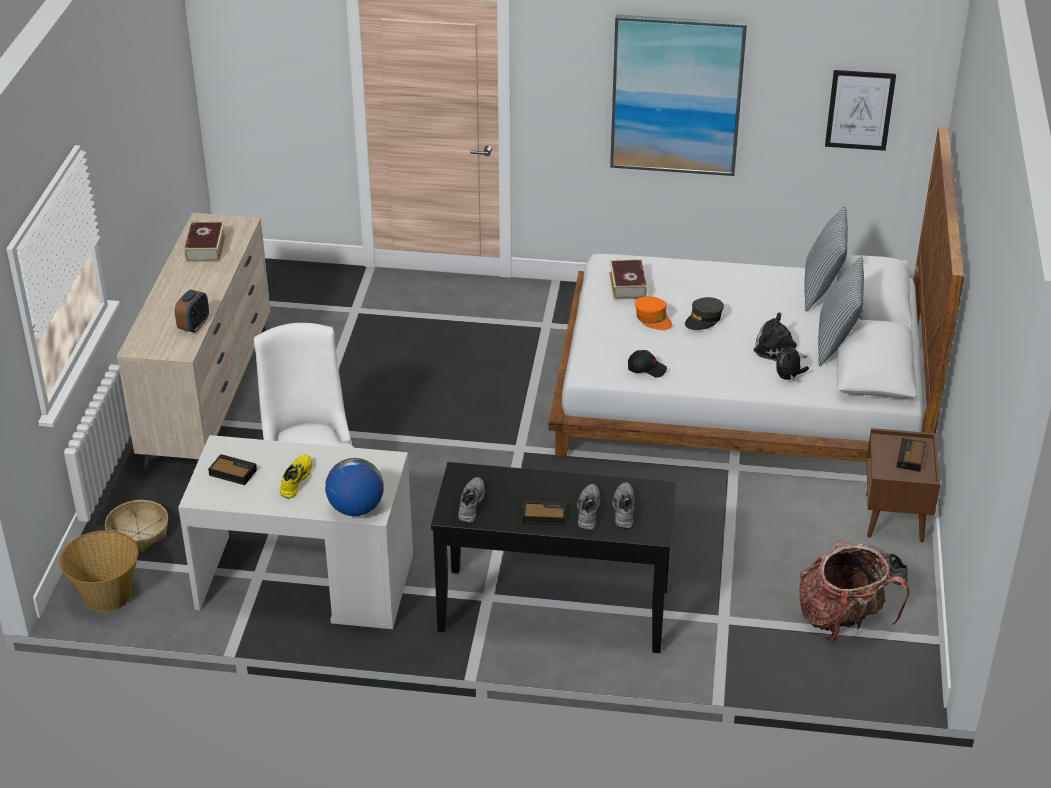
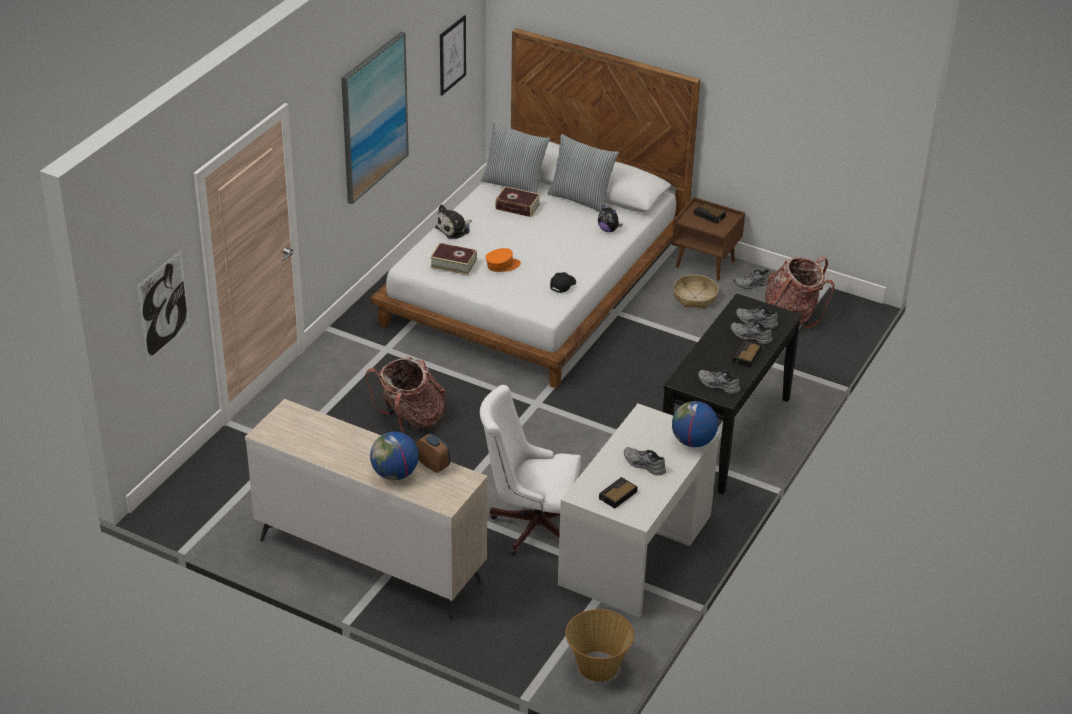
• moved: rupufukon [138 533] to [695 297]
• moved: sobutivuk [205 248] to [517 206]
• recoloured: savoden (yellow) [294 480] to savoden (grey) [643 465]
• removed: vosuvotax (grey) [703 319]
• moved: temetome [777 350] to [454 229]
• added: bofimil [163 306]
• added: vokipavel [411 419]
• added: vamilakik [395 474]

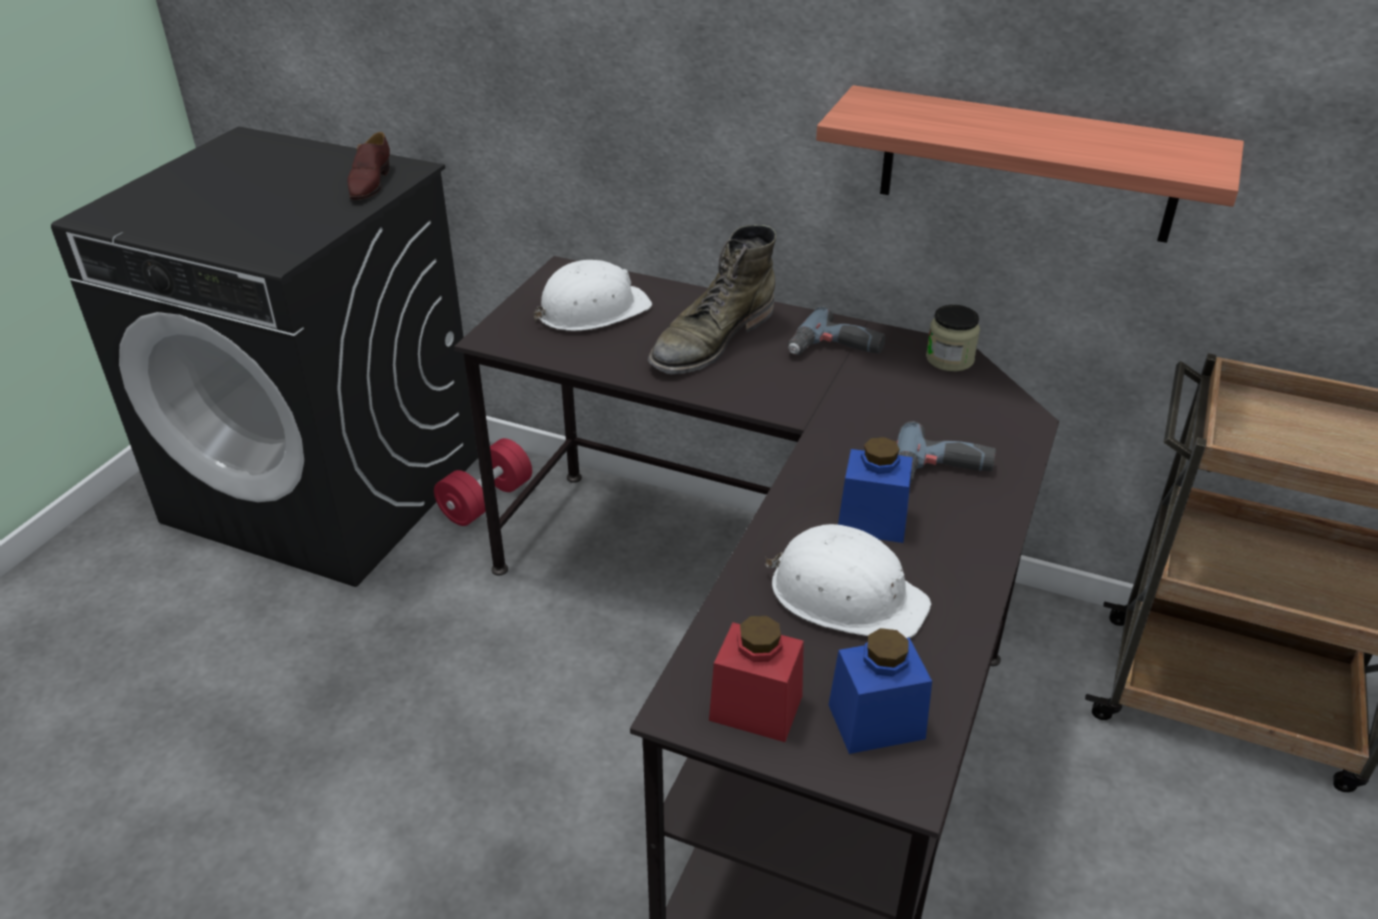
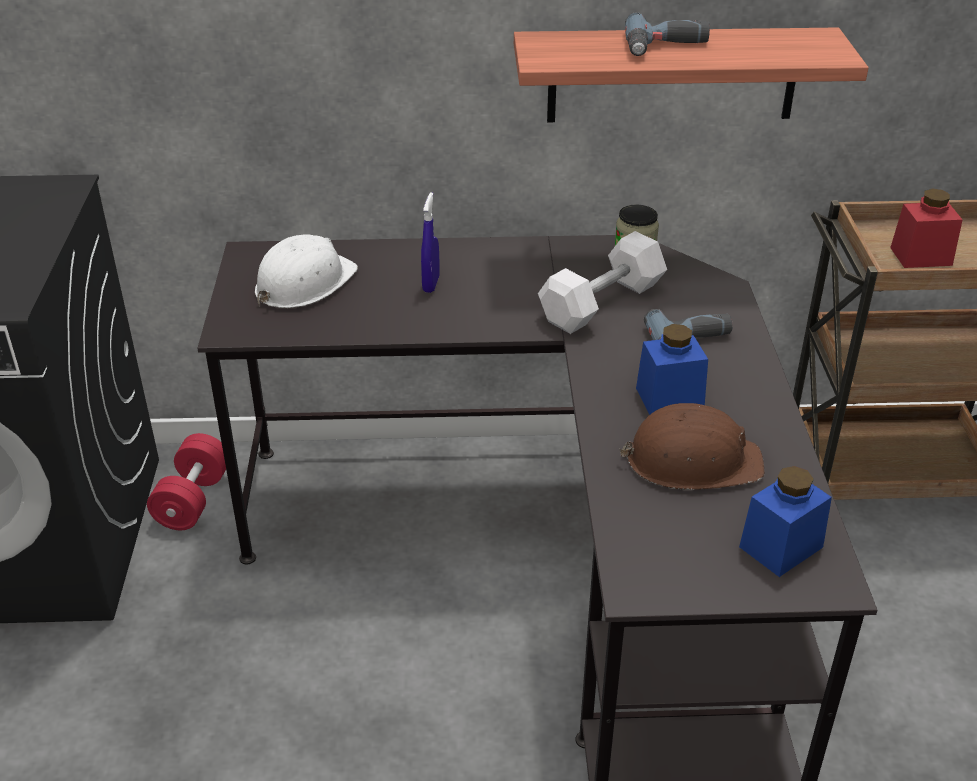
• removed: savoden (brown) [369 183]
• replaced: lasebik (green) [711 340] to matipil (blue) [431 284]
• moved: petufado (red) [756 708] to [921 256]
• recoloured: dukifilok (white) [846 595] to dukifilok (brown) [692 461]
• moved: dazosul [835 349] to [666 47]
• added: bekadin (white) [602 303]

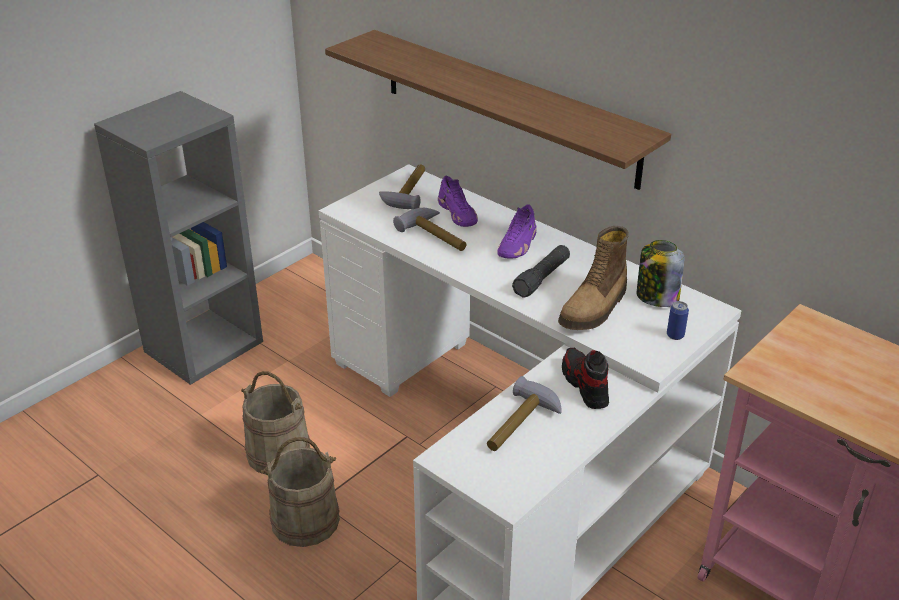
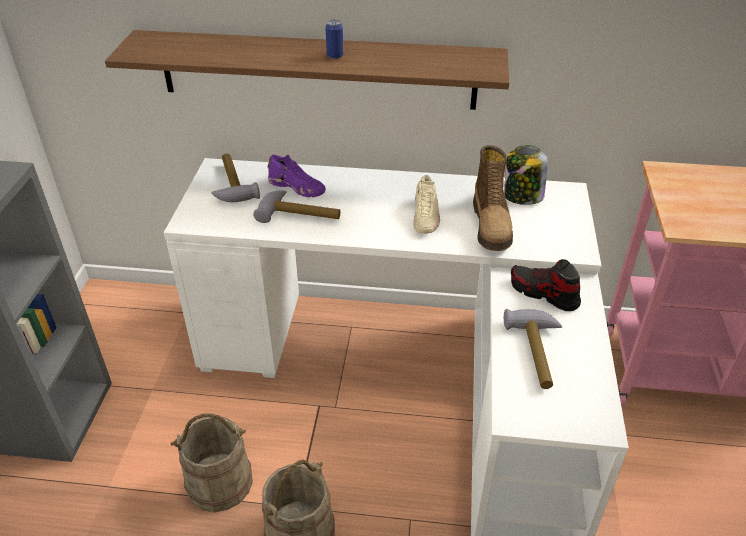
• removed: savoden (purple) [518 245]
• replaced: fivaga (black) [542 278] to savoden (beige) [426 216]
• moved: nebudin [675 335] to [335 56]

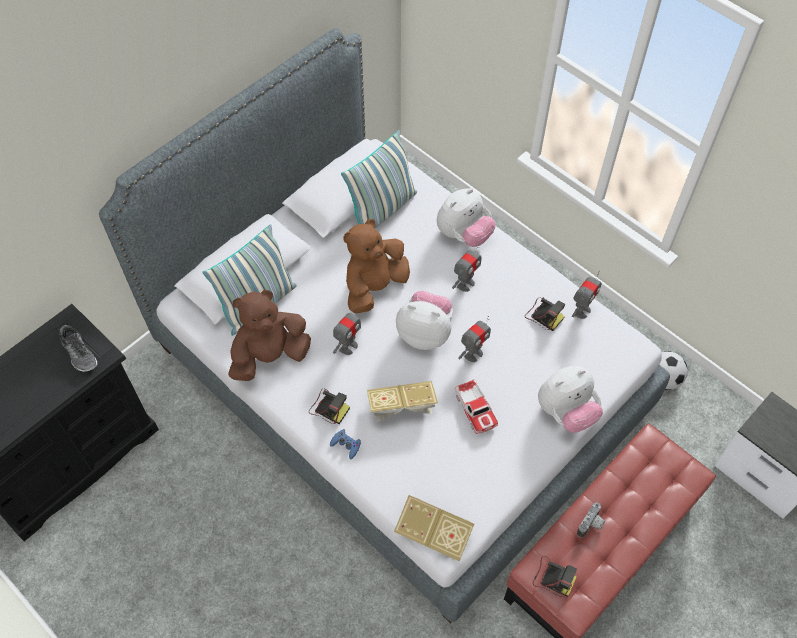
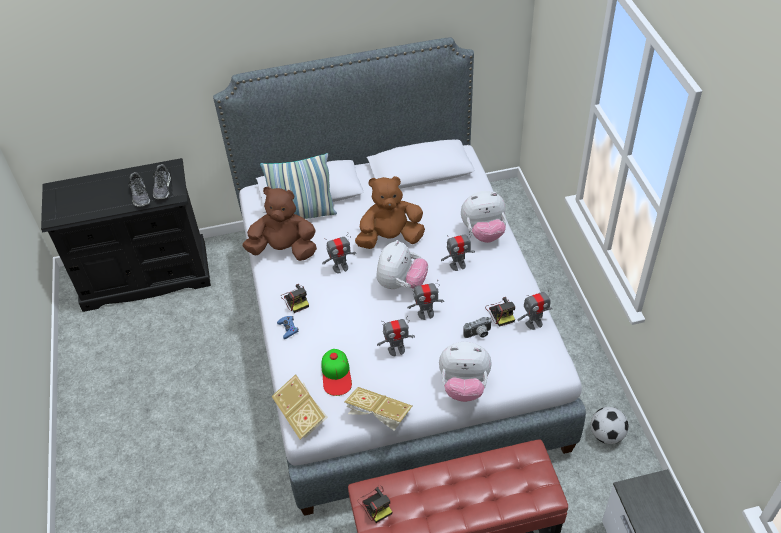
• removed: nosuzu [382 209]
• moved: sobutivuk [402 407] to [378 415]
• turned: temetome [425 333] = [401 283] 60 degrees clockwise
• replaced: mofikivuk [475 409] to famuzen [396 350]
• moved: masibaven [591 525] to [478 334]
• added: savoden [140 195]
• added: vosuvotax [336 374]

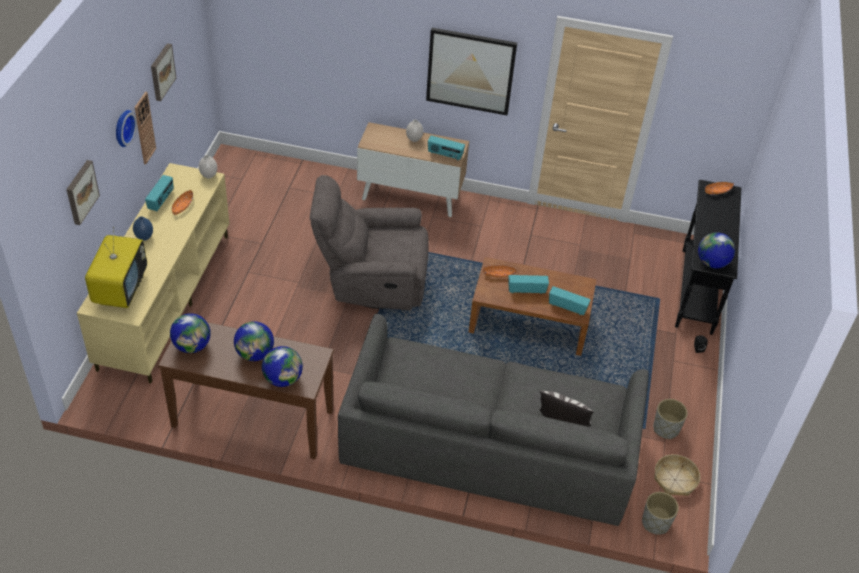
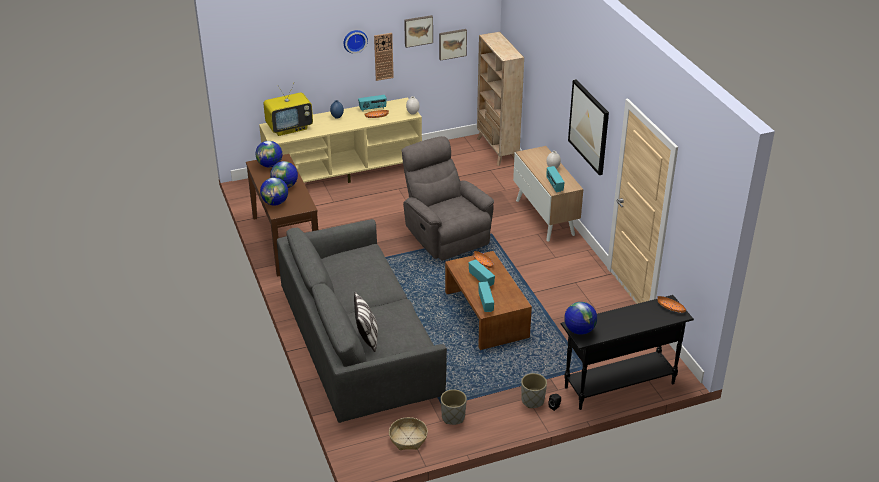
• moved: bofimil [80 192] to [452 43]
• moved: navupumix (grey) [655 523] to [532 400]
• added: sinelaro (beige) [497 150]

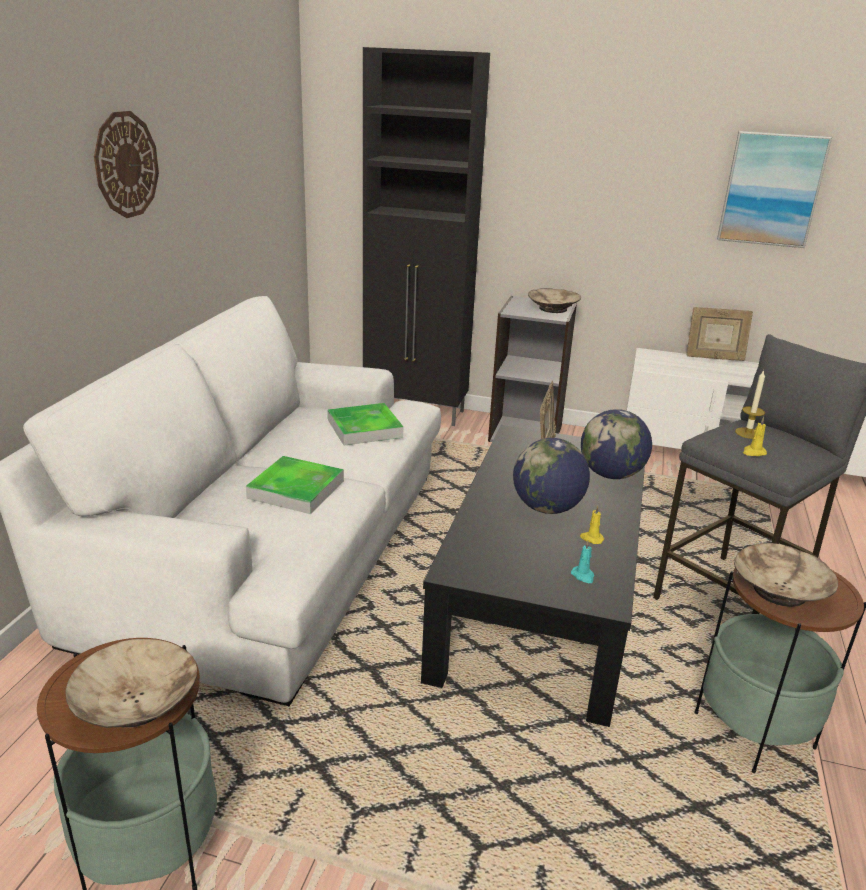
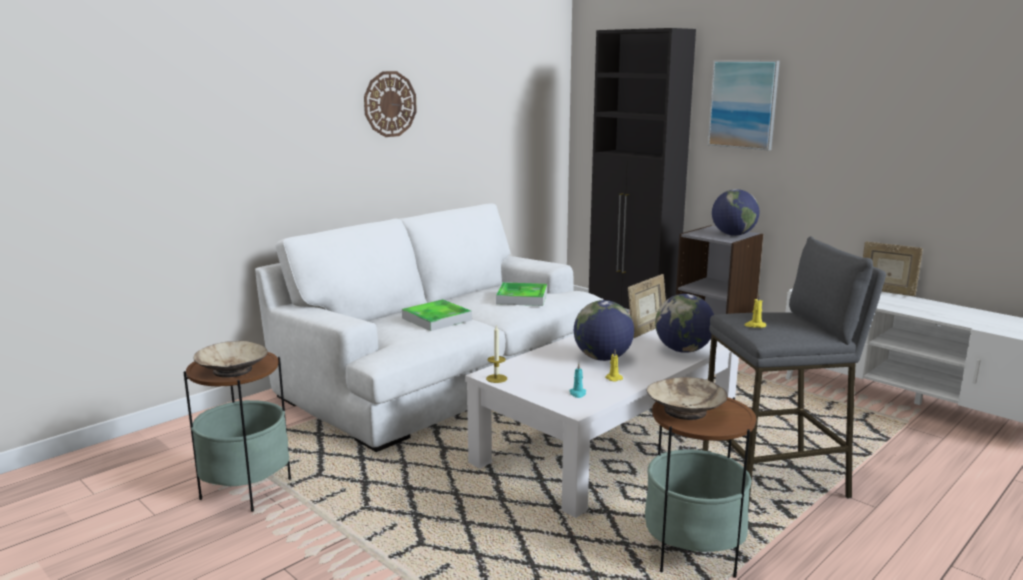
• recoloured: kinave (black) [541 596] to kinave (white) [608 441]
• replaced: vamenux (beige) [552 308] to vamilakik [733 235]
• moved: bofimil [771 189] to [743 104]
• moved: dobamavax [748 433] to [496 378]

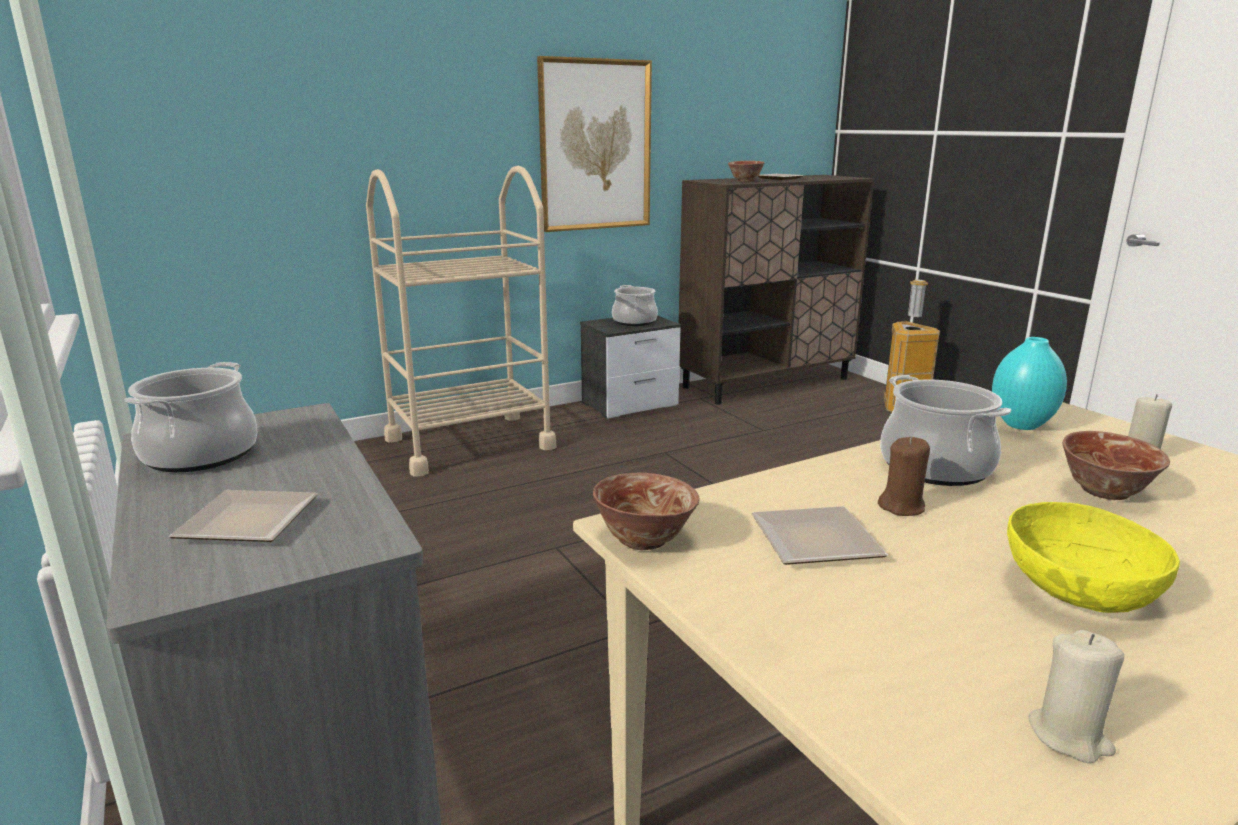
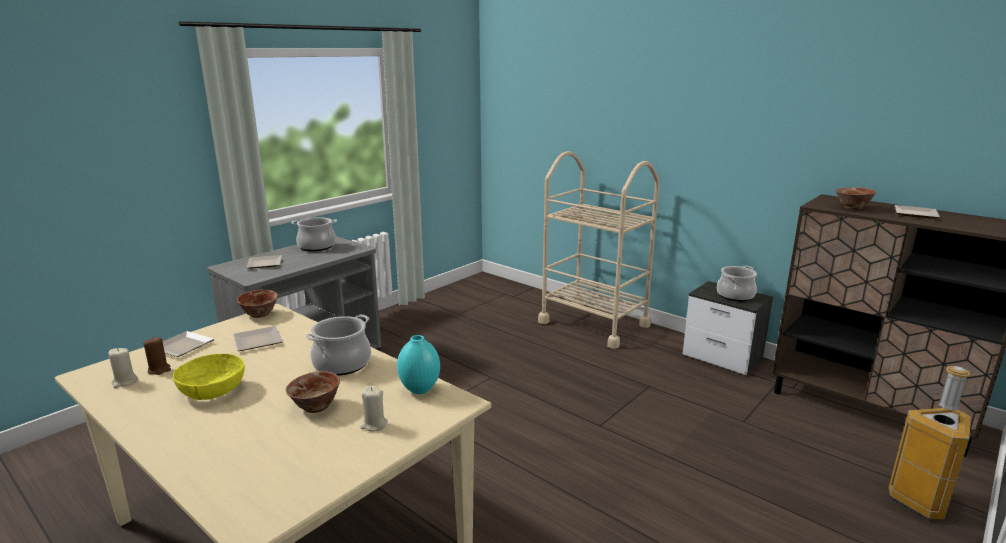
• removed: bofimil [595 146]
• moved: dobamavax (brown) [902 507] to [159 370]
• added: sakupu [182 347]

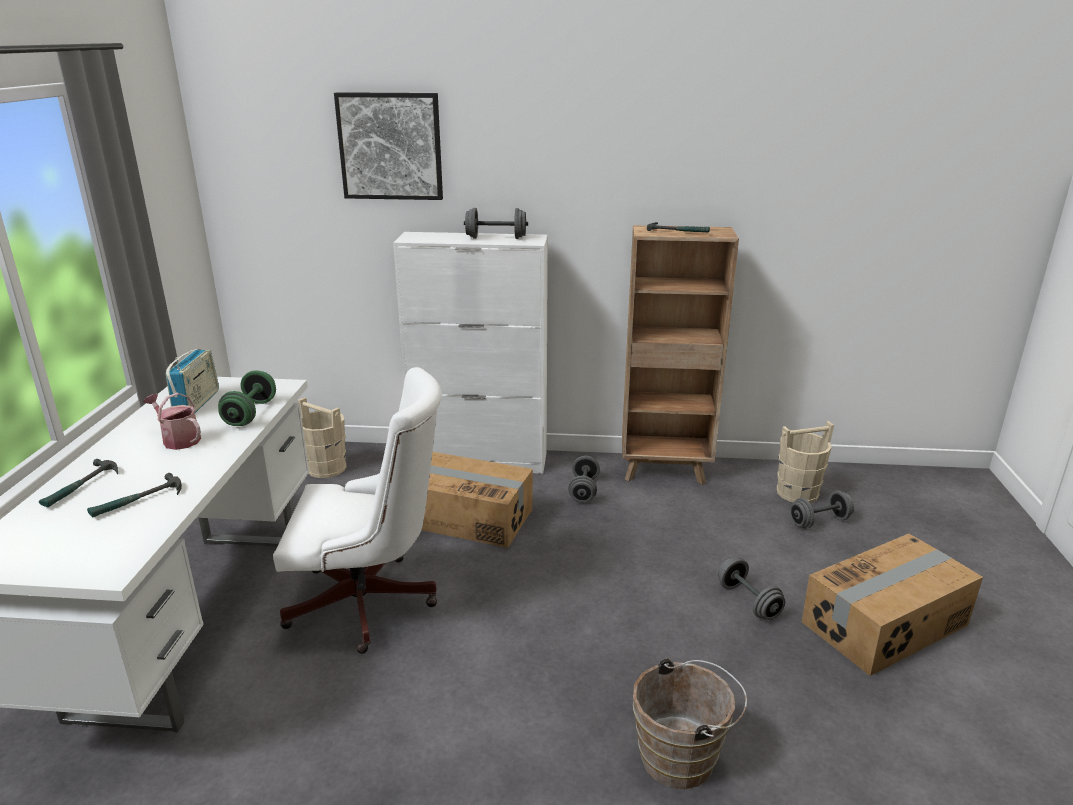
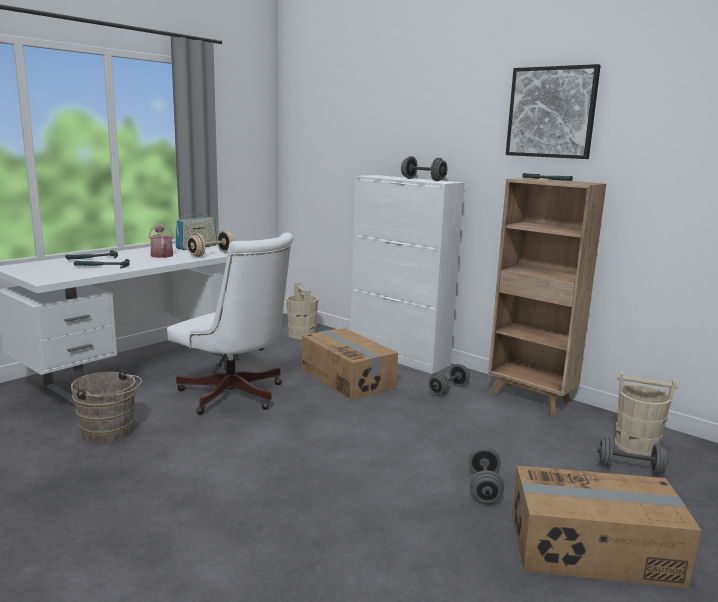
• recoloured: bekadin (green) [250 413] to bekadin (beige) [211 254]
• moved: bofimil [390 146] to [551 112]
• moved: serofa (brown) [683 757] to [110 433]

